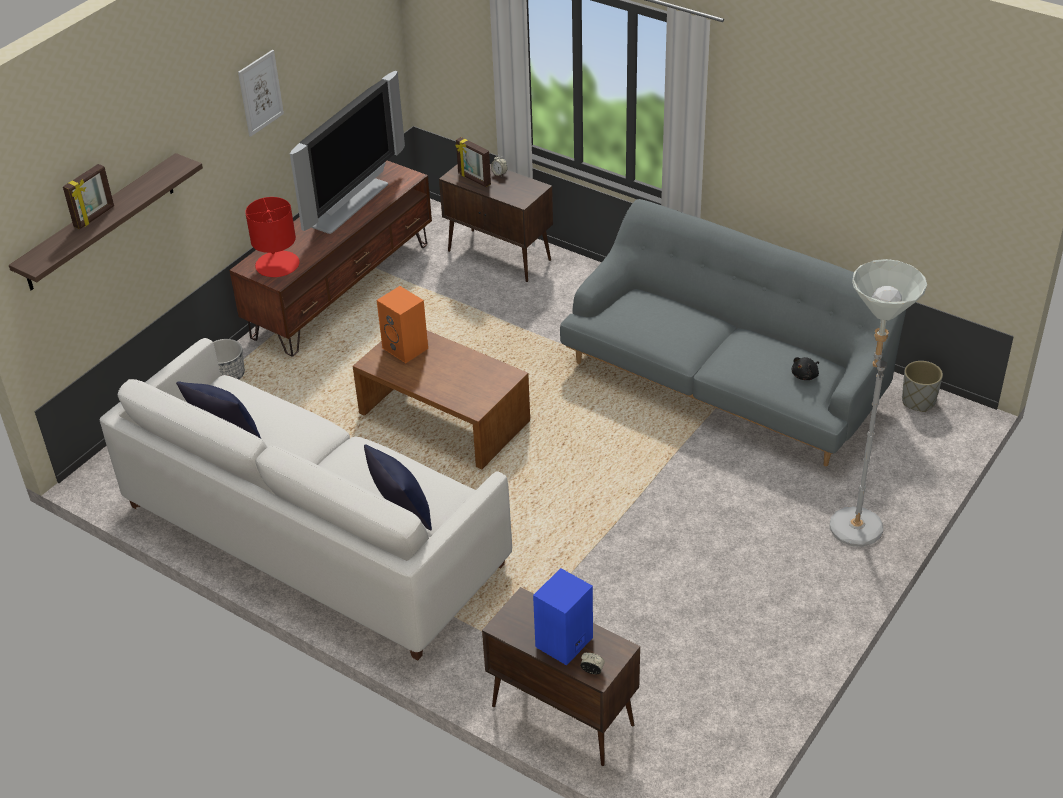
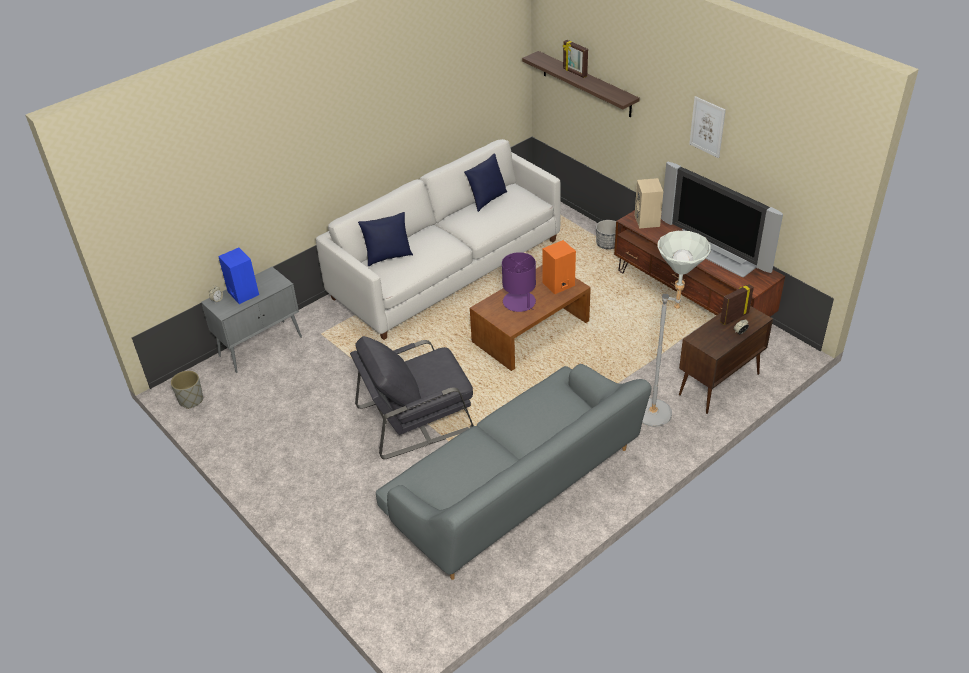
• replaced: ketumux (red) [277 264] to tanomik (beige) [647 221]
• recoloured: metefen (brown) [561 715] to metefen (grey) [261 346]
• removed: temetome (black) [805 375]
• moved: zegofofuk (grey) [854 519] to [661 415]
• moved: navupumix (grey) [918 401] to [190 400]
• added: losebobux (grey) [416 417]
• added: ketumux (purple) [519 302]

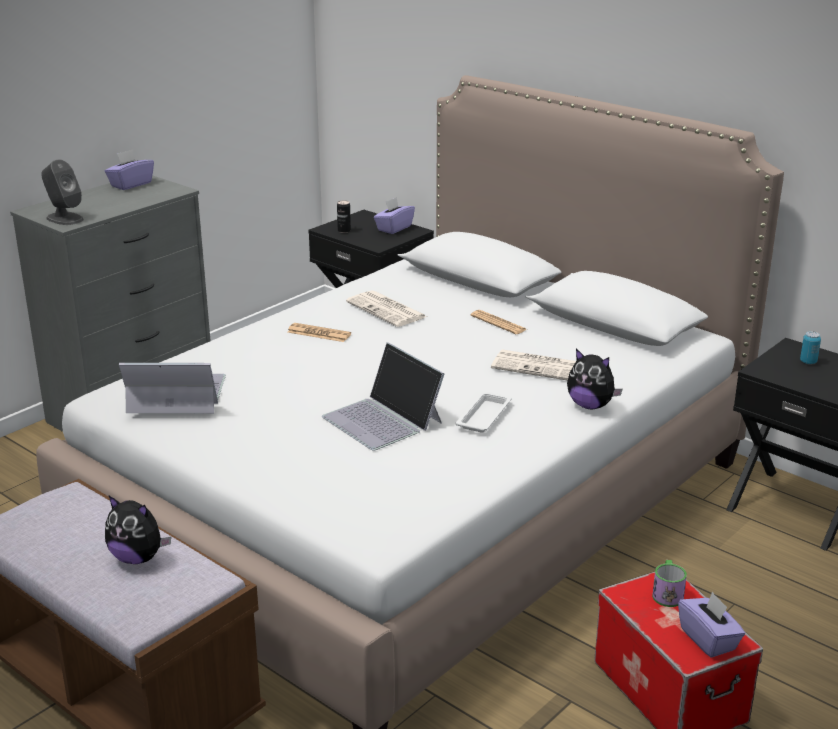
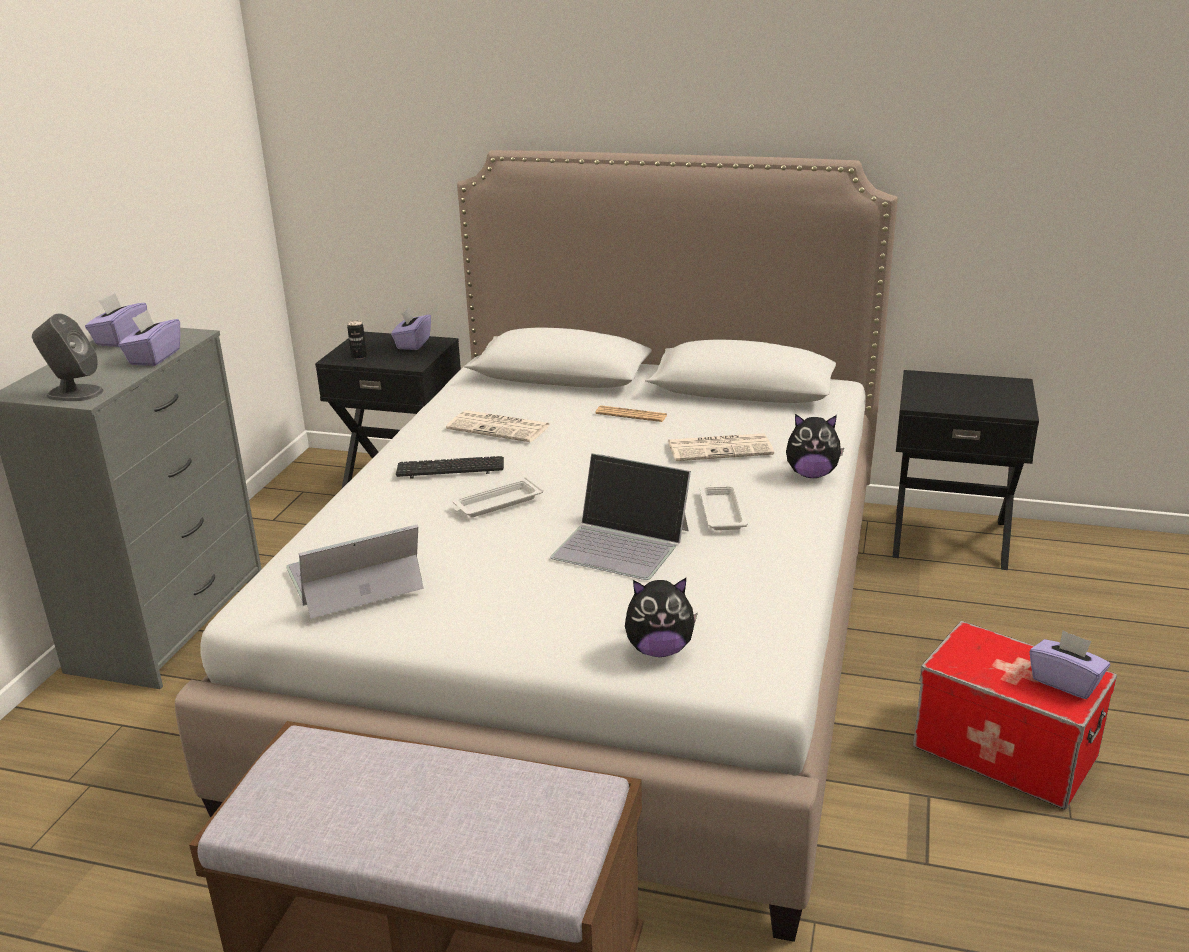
• moved: temetome [138 558] to [659 650]
• replaced: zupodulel [319 333] to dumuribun [450 469]
• removed: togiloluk [667 593]
• removed: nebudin [808 362]
• added: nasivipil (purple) [154 357]
• added: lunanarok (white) [496 503]

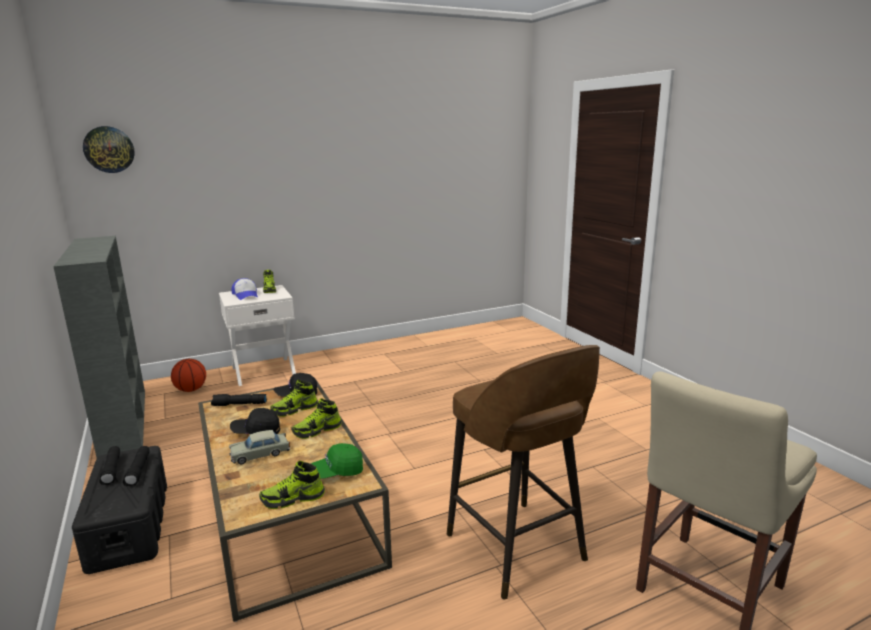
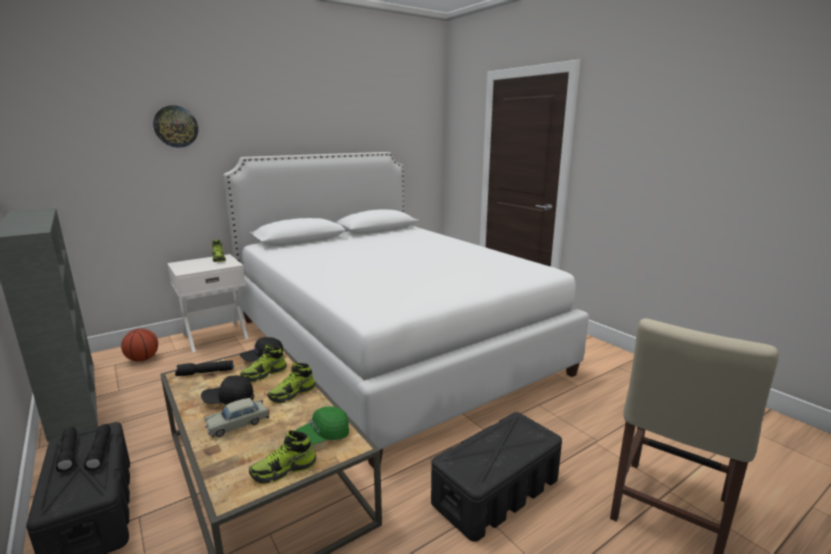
• moved: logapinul [109 149] to [176 126]
• removed: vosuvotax [246 295]
• replaced: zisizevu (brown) [517 550] to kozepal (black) [495 492]
• added: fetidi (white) [390 345]

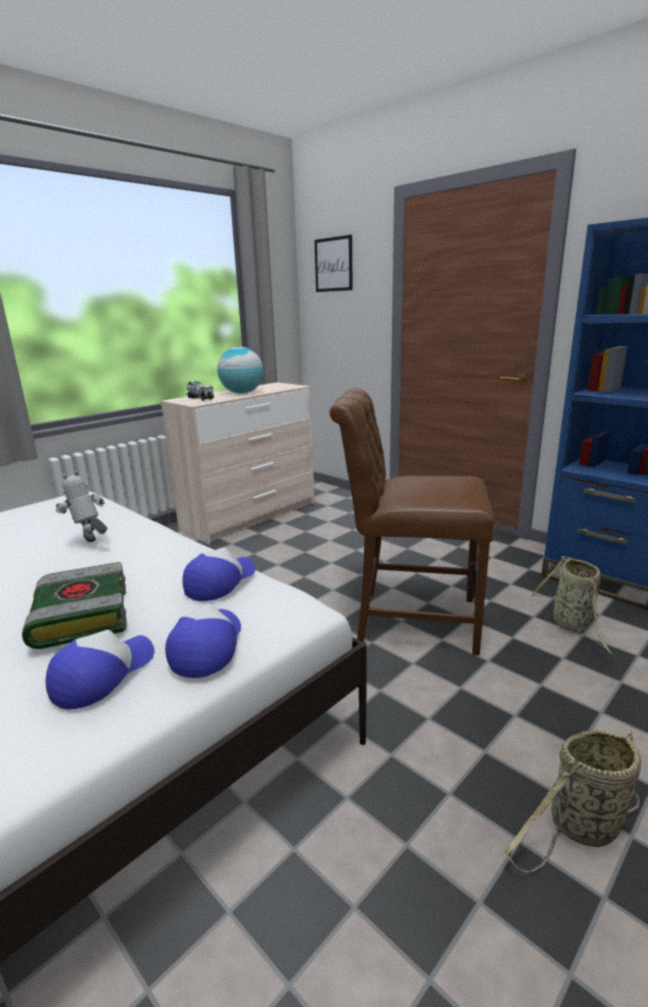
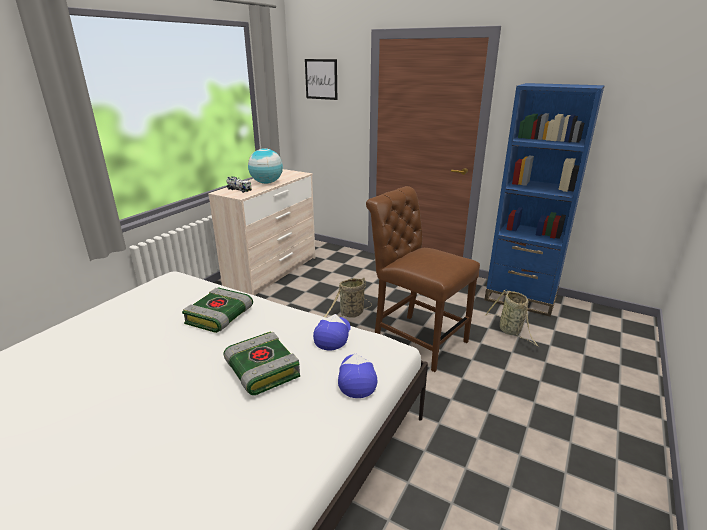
• removed: vosuvotax [102 674]
• replaced: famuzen [91 544] to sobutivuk [219 317]
• turned: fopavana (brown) [409 619] = [416 339] 45 degrees clockwise
• moved: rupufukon [581 828] to [350 314]

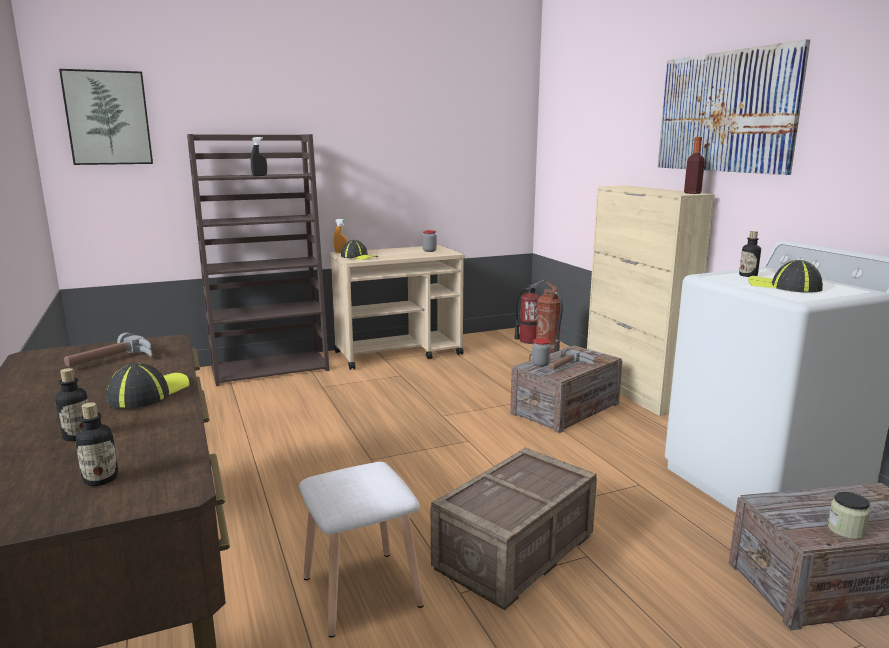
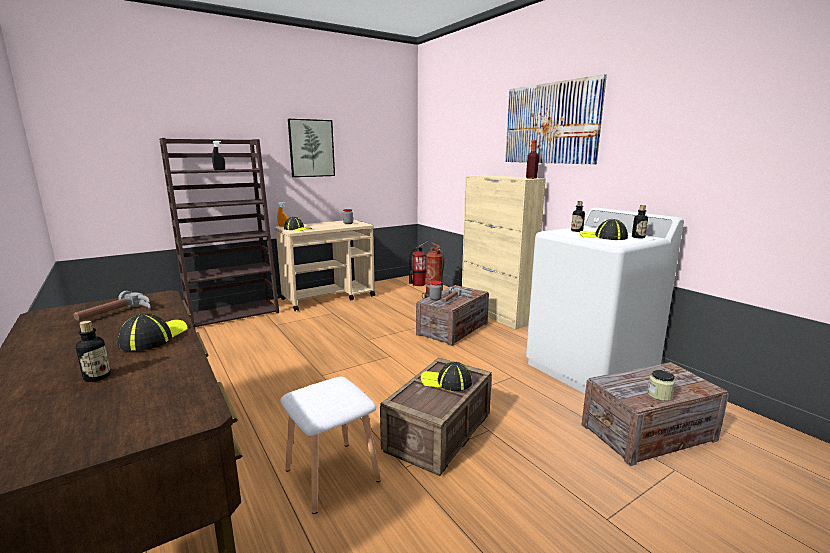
• moved: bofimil [108 118] to [311 148]
• moved: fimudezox [100 479] to [638 237]
• added: vosuvotax [446 381]

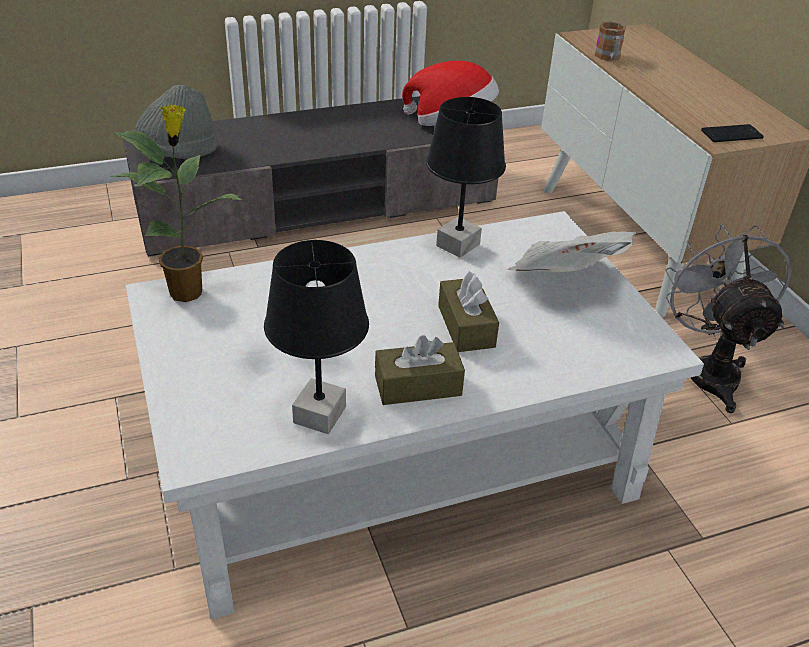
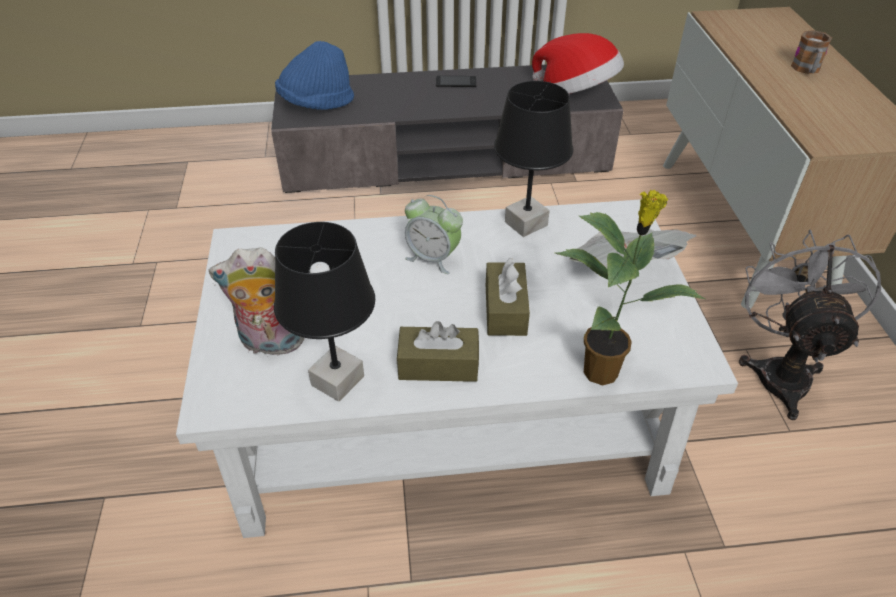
• moved: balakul [188 291] to [603 370]
• recoloured: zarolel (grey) [177 154] to zarolel (blue) [317 103]
• moved: togiloluk [608 58] to [806 70]
• moved: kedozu [731 134] to [456 82]
• added: temetome [269 344]
• added: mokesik [433 258]

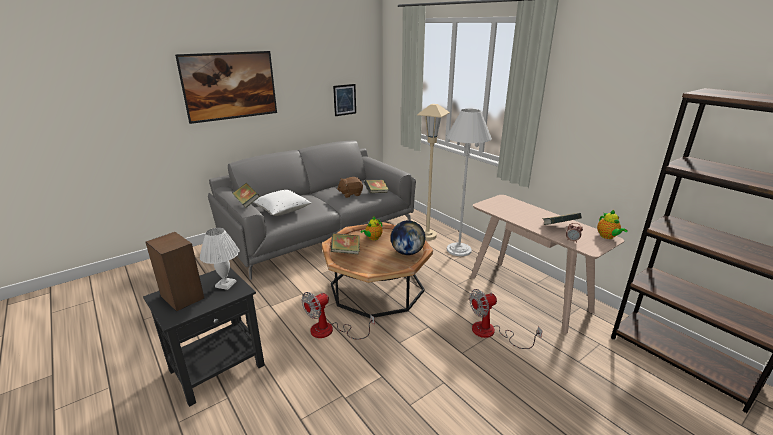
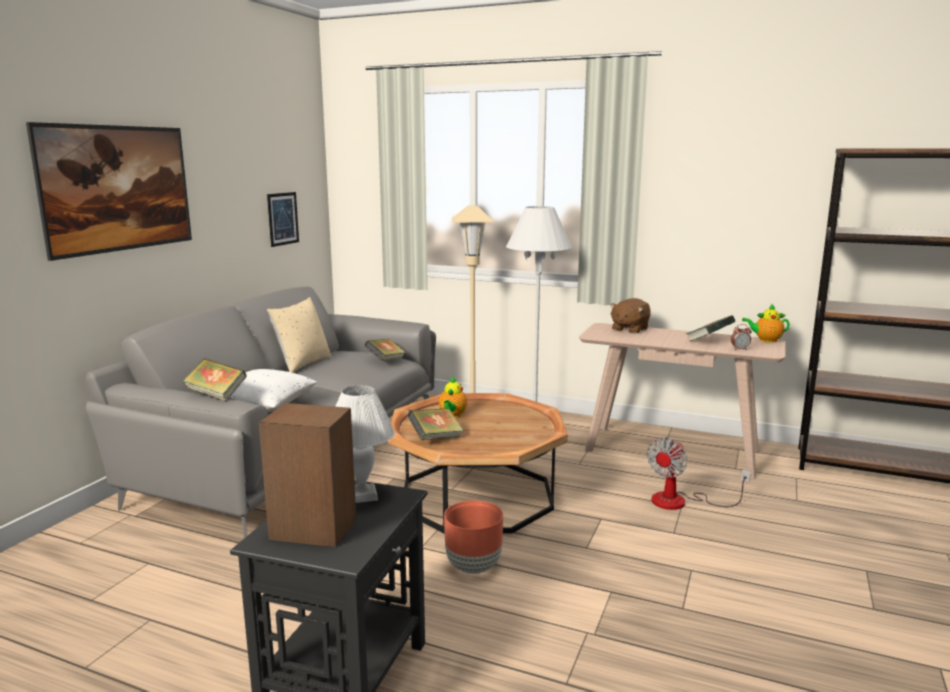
• replaced: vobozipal [330 331] to navupumix (brown) [474 566]
• moved: temetome (brown) [350 194] to [629 329]
• removed: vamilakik [407 252]
• turned: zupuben [607 237] = [765 340] 135 degrees clockwise
• added: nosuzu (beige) [302 364]

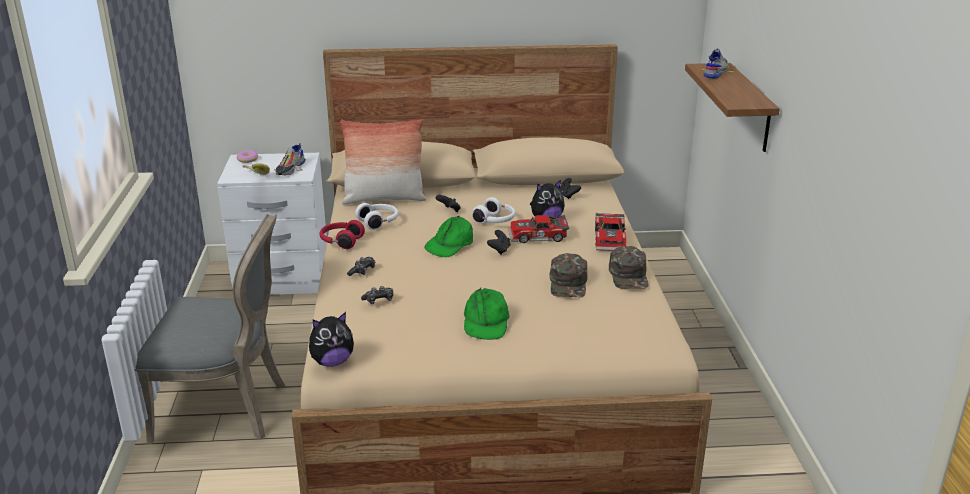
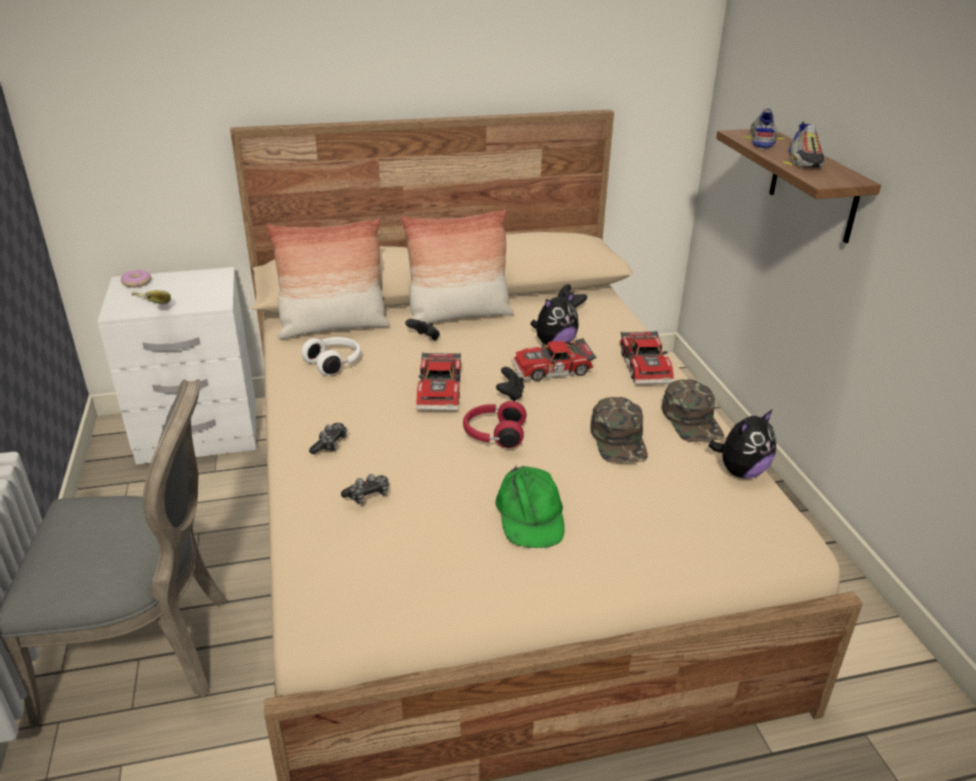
• moved: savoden [290 169] to [804 160]
• moved: temetome [332 362] to [741 471]
• moved: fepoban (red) [341 241] to [493 435]
• replaced: vosuvotax (green) [450 244] to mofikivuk [442 391]
• removed: fepoban (white) [495 221]
• added: nosuzu [458 316]

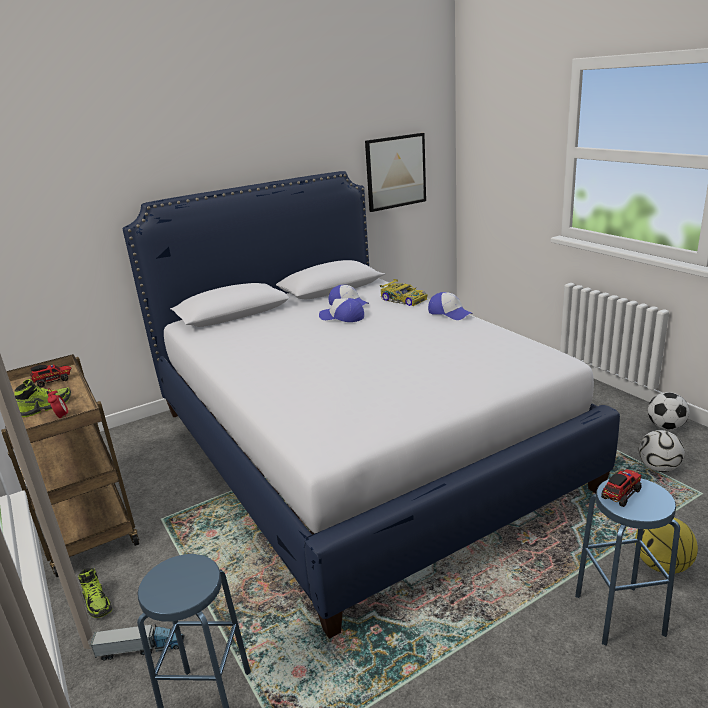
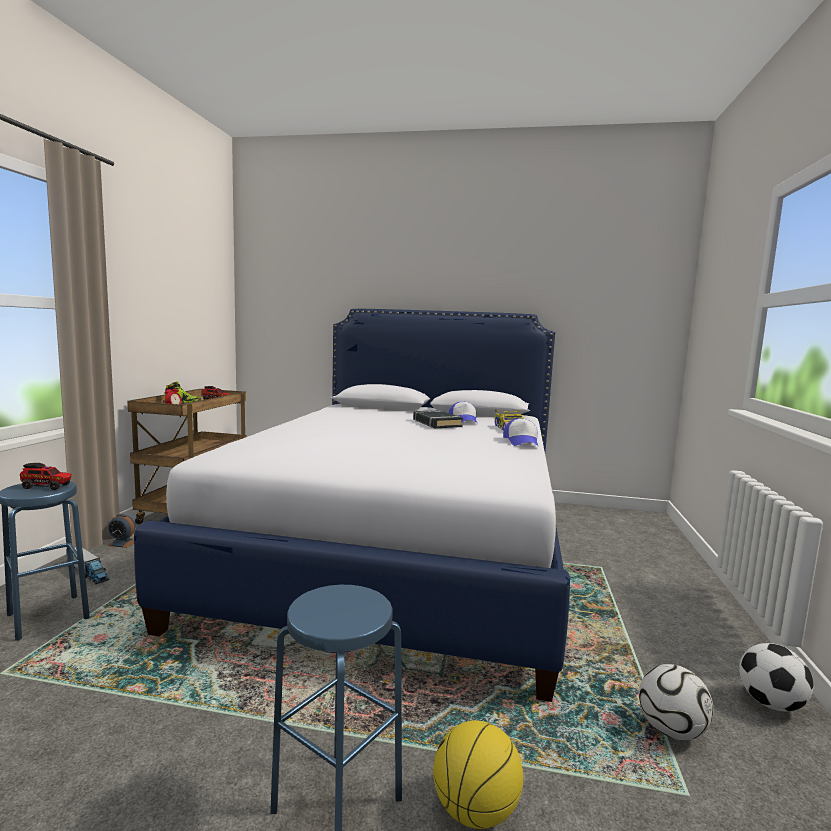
• replaced: savoden [97 602] to mokesik [122 543]
• replaced: vosuvotax [342 317] to sobutivuk (black) [436 423]
• removed: bofimil [395 172]
• moved: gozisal [621 494] to [47 487]

